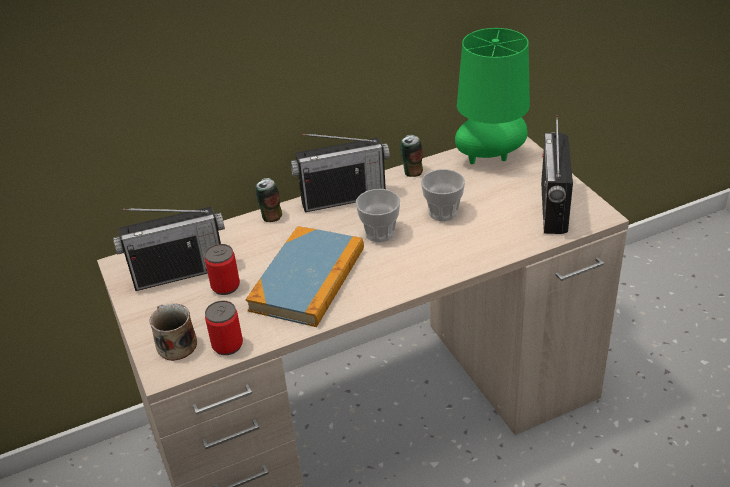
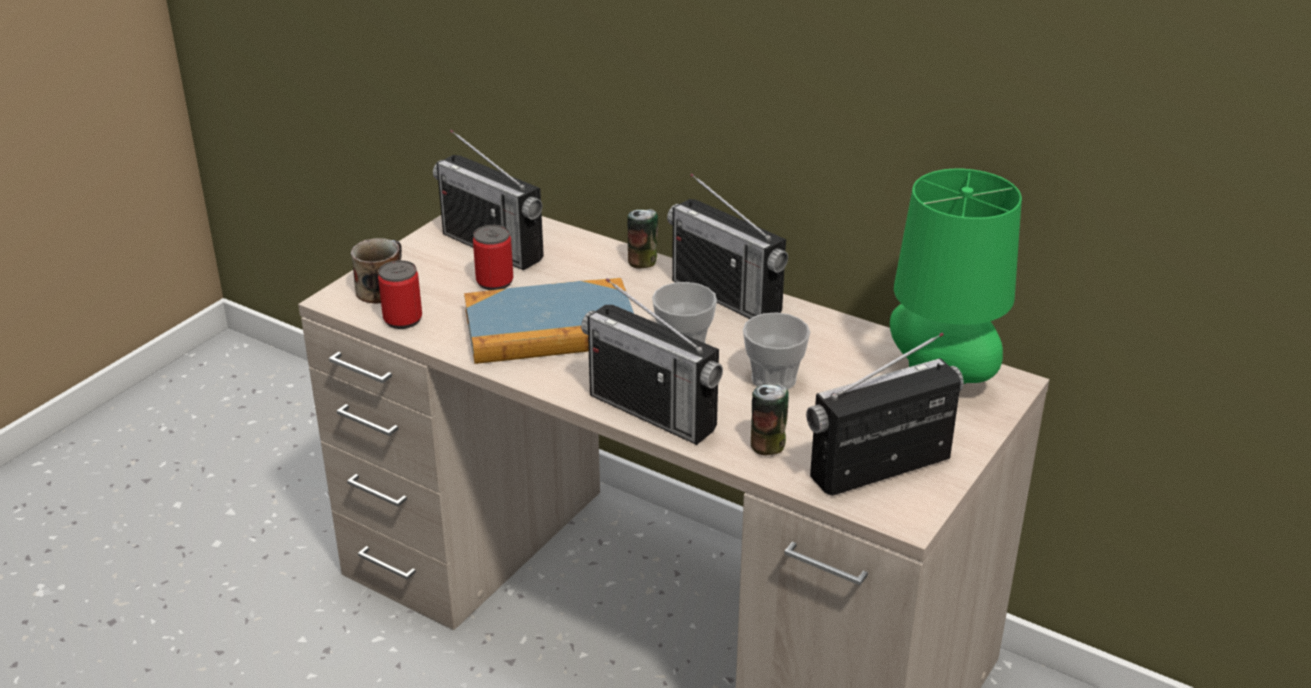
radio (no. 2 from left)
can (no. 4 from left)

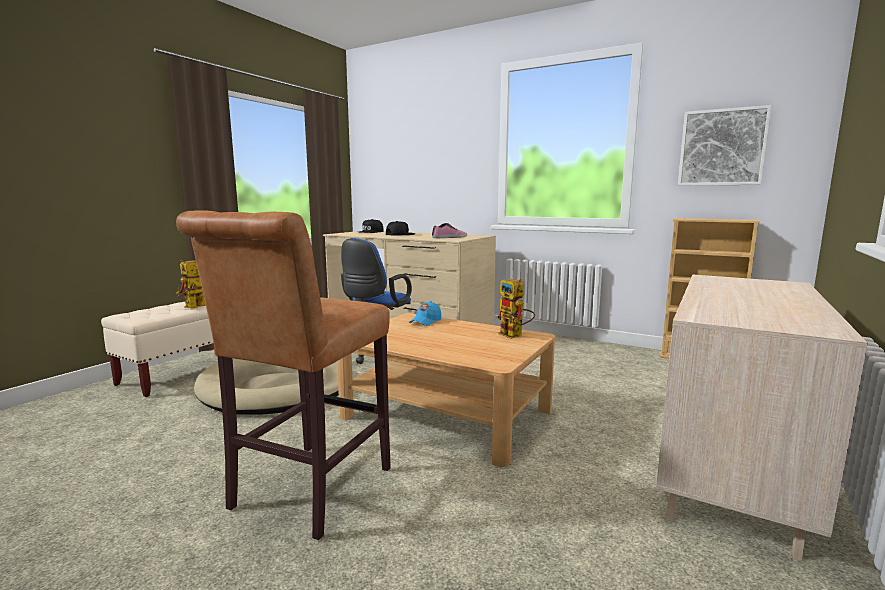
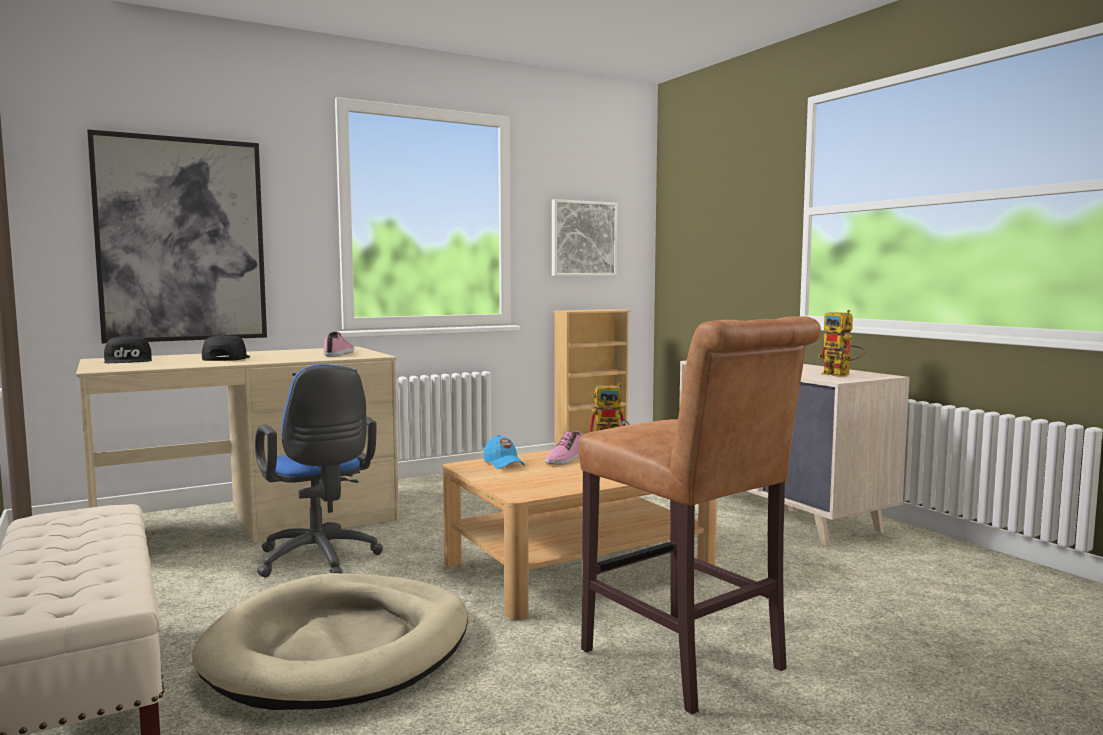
picture (no. 1 from left)
shoe (no. 2 from left)
toy robot (no. 2 from left)

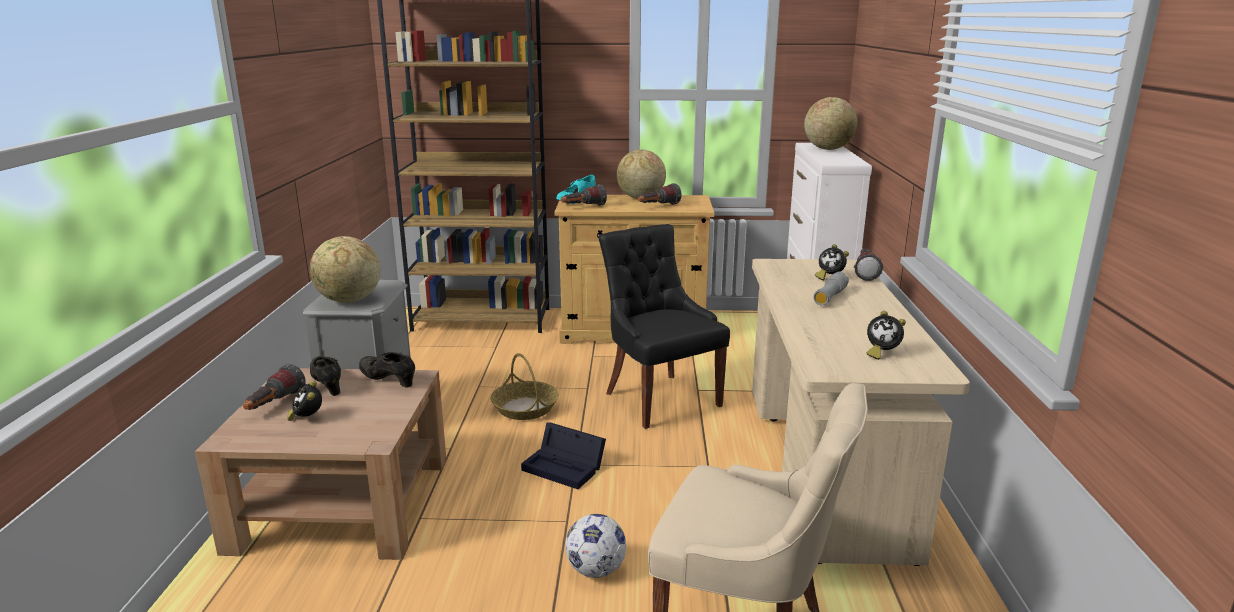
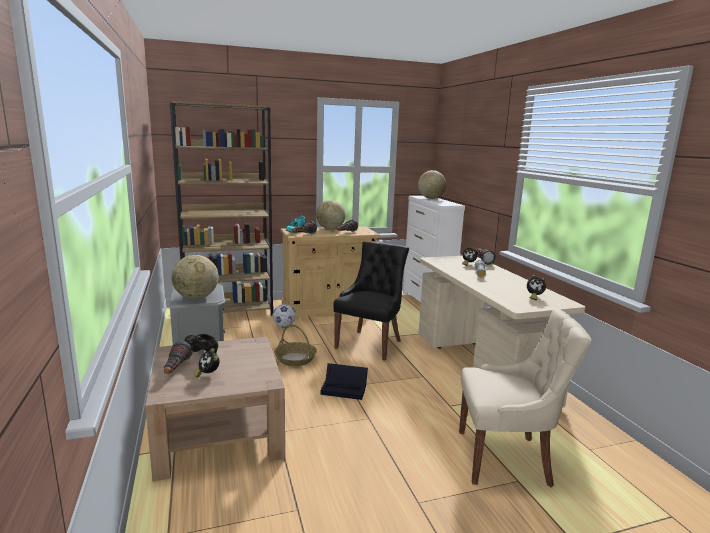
black shoe (no. 2 from left in the first image)
football
black chair

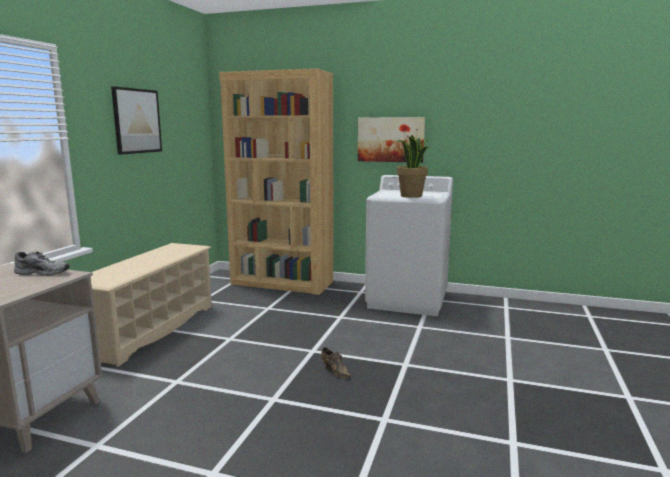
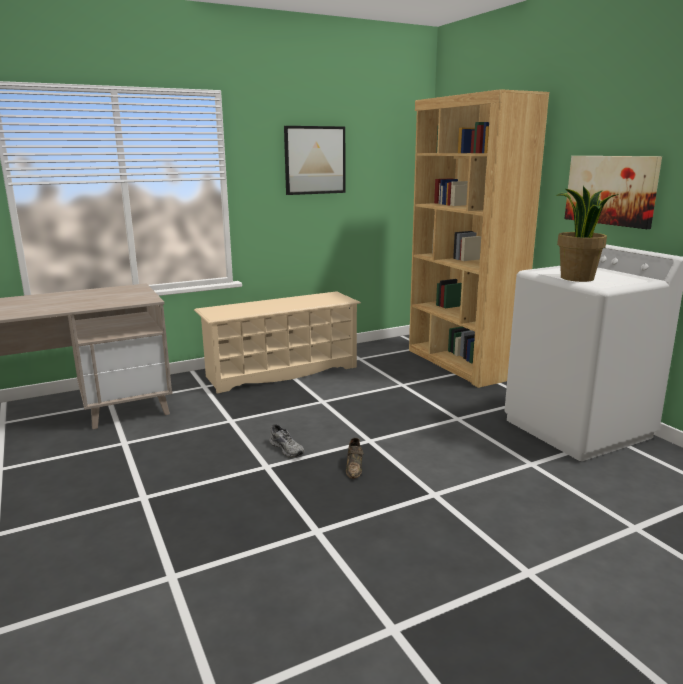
grey shoe

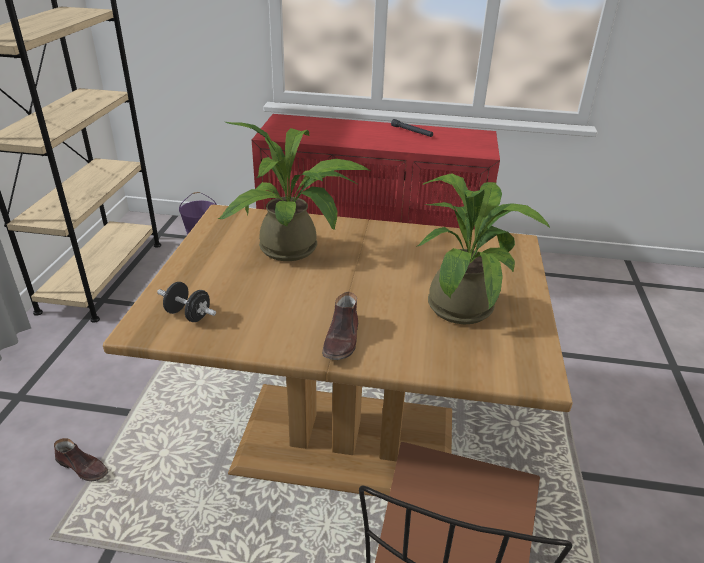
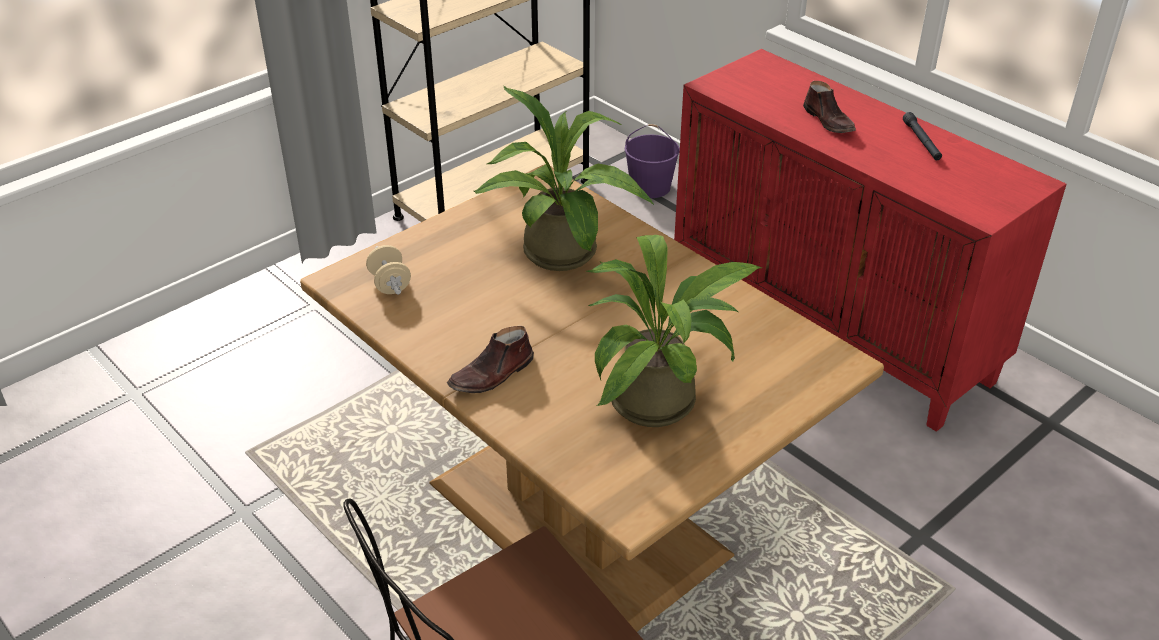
brown shoe (no. 2 from left)
beige dumbbell

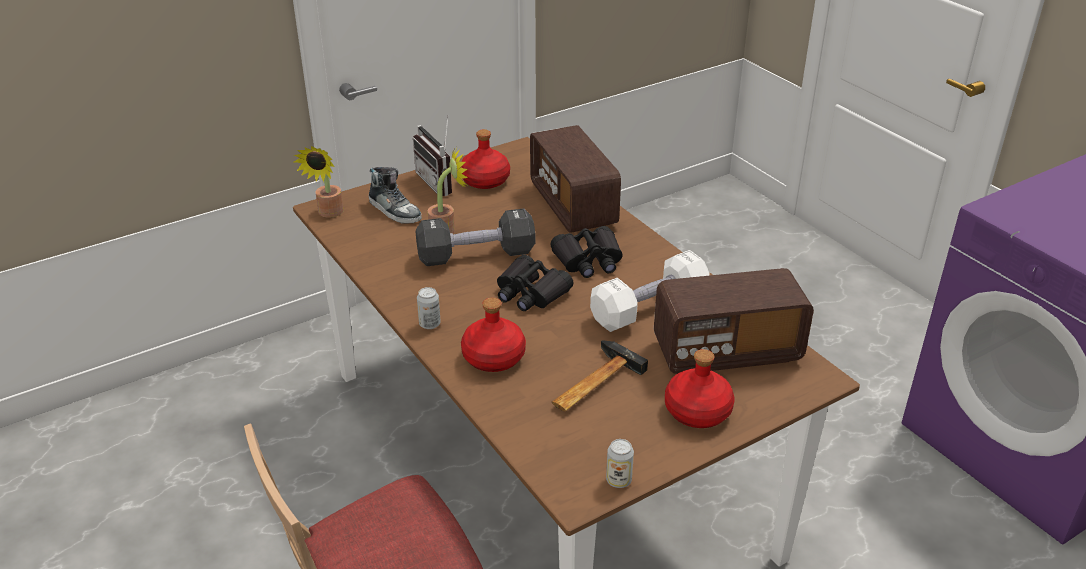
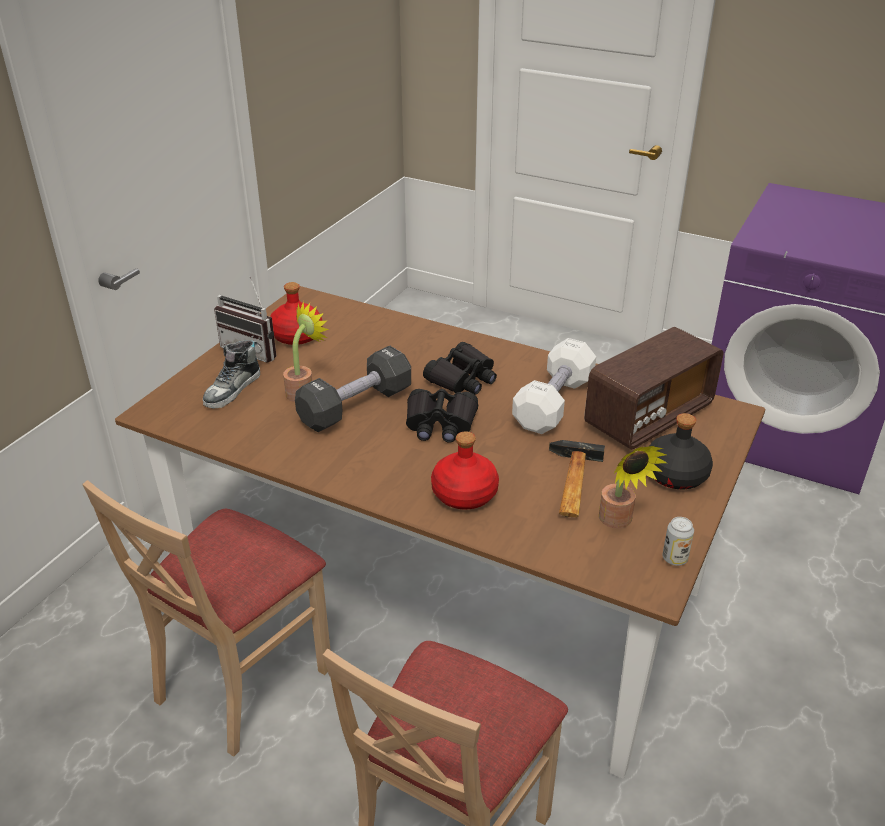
can (no. 1 from left in the first image)
radio (no. 2 from left in the first image)
beige chair (no. 1 from left)
potted plant (no. 2 from left)
black bottle
shoe

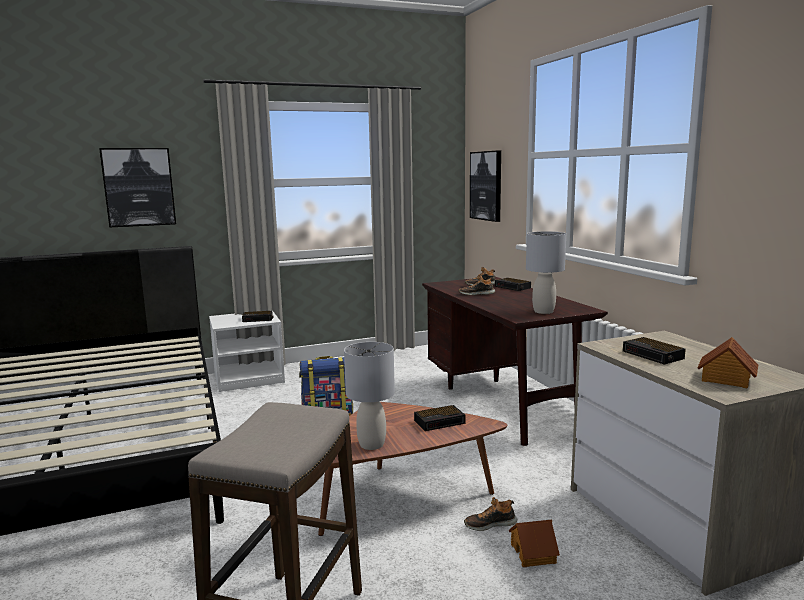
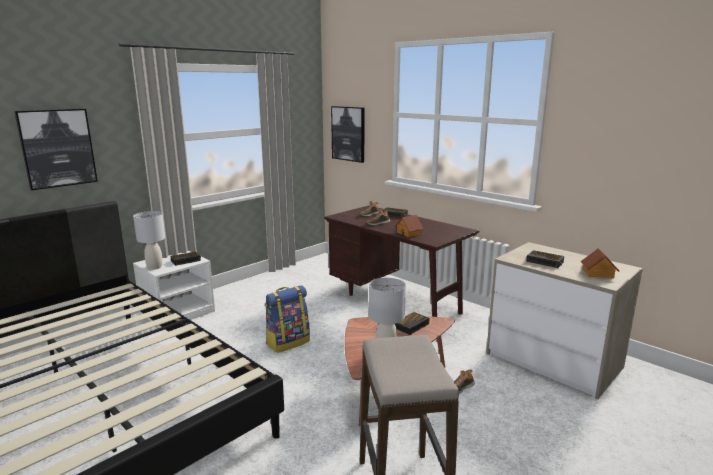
toy house (no. 1 from left)
grey table lamp (no. 1 from left)

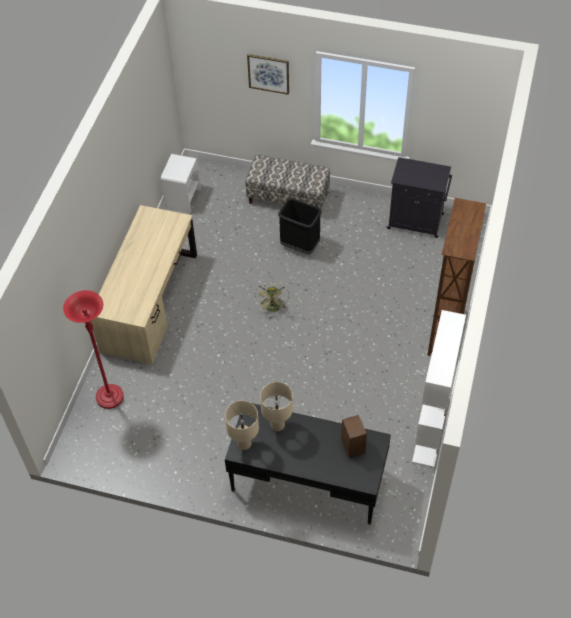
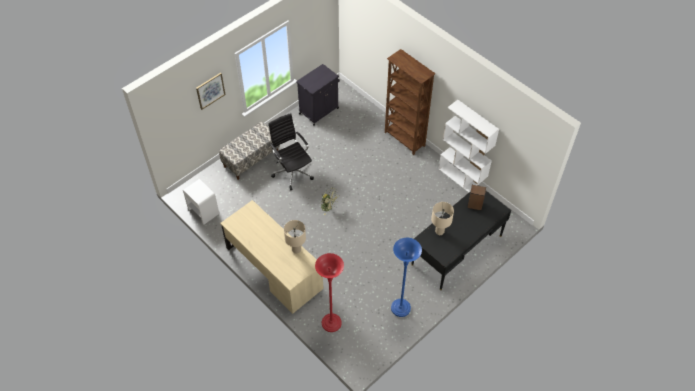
blue floor lamp
beige table lamp (no. 1 from left)
black office chair

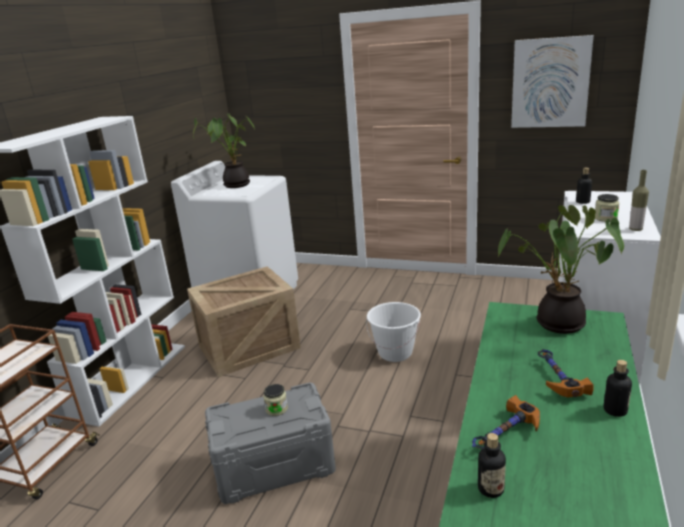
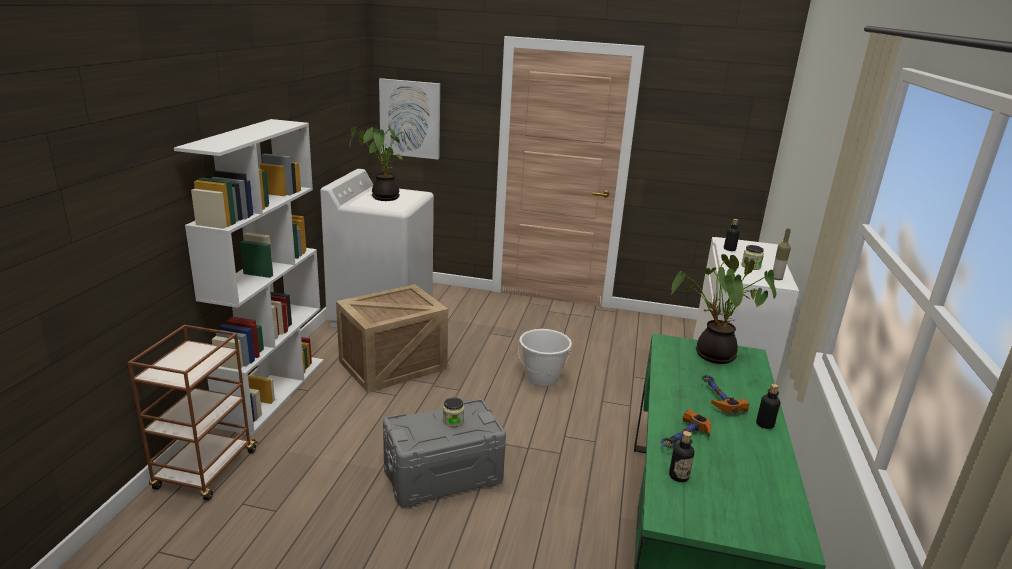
picture

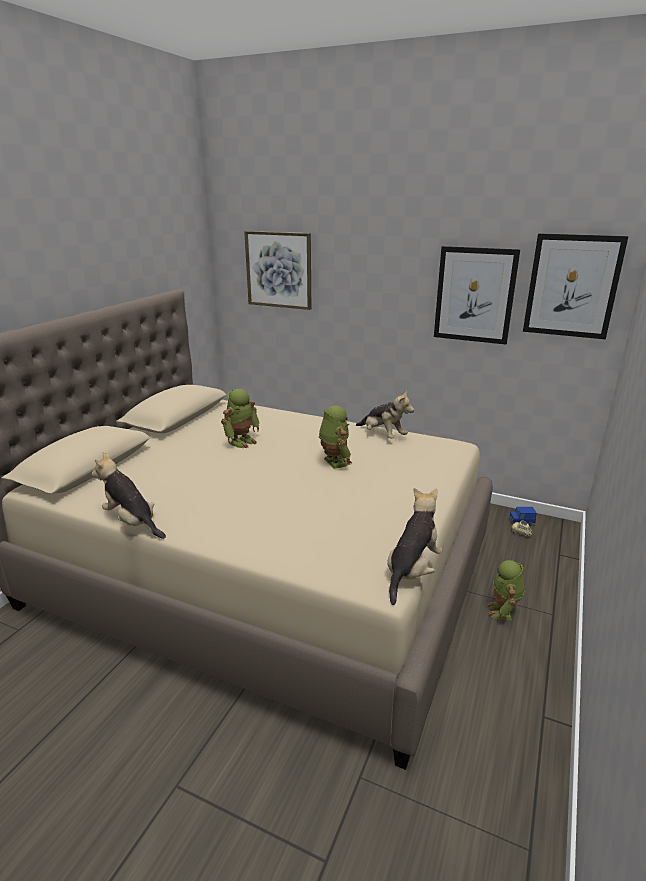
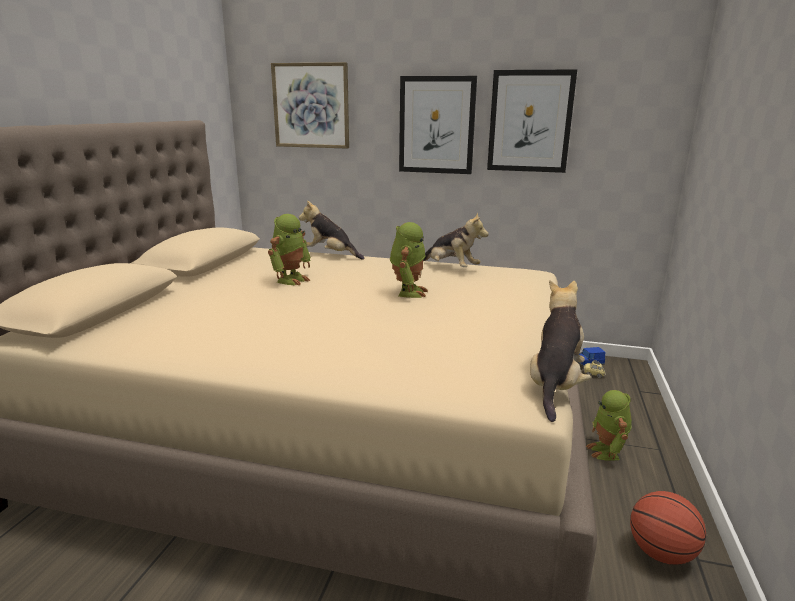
basketball
plush toy (no. 1 from left)
picture (no. 2 from left)
toy robot (no. 2 from left)

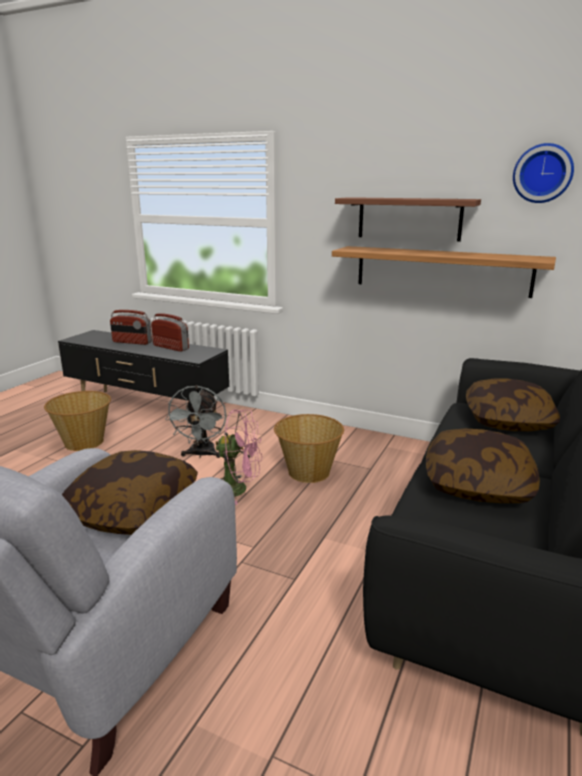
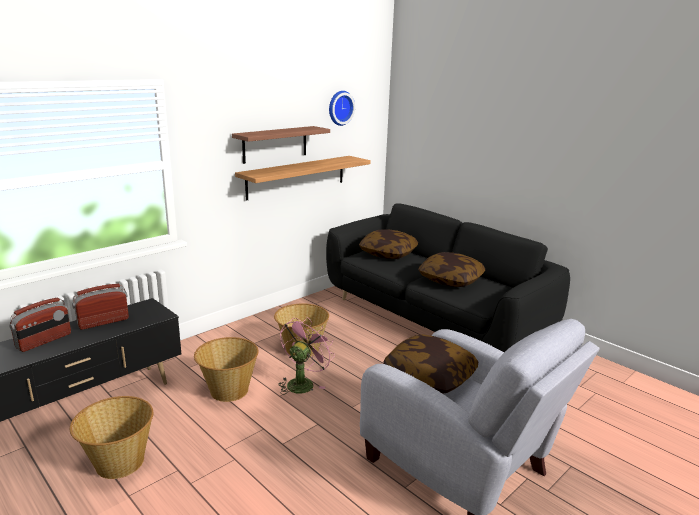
basket (no. 2 from left)

